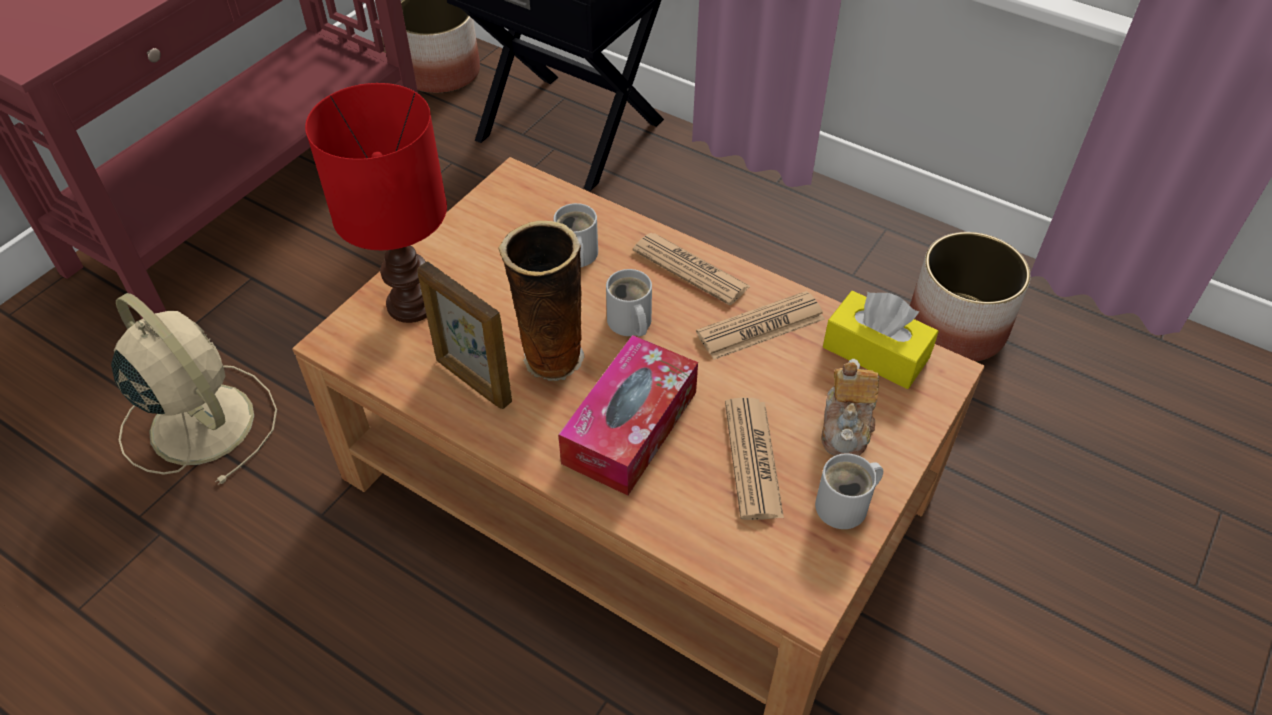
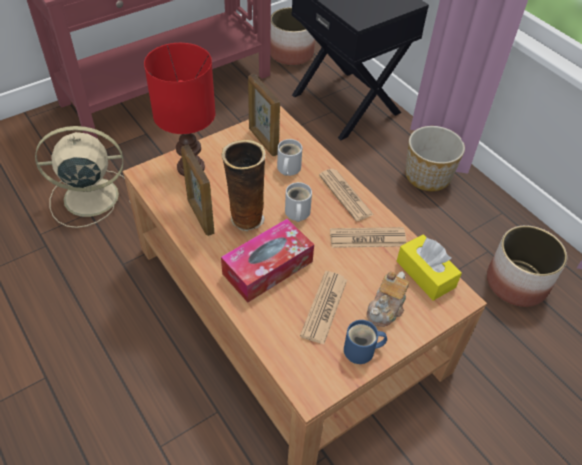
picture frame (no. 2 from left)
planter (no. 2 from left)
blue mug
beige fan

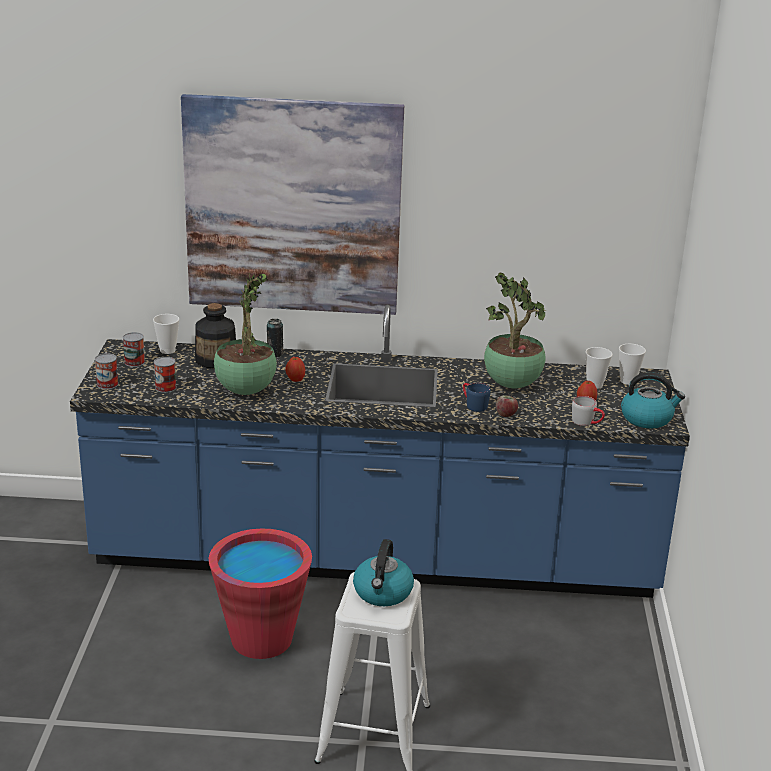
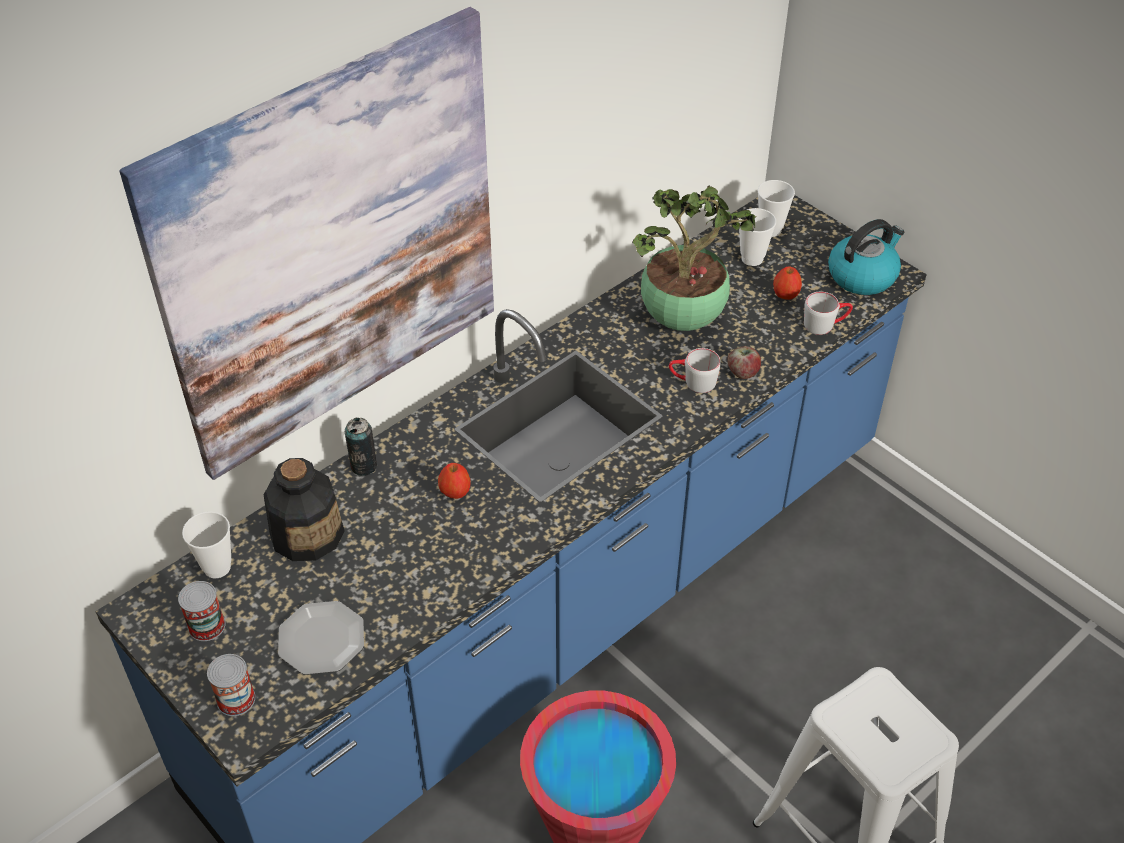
potted plant (no. 1 from left in the first image)
kettle (no. 1 from left in the first image)
plate
grey mug (no. 1 from left)

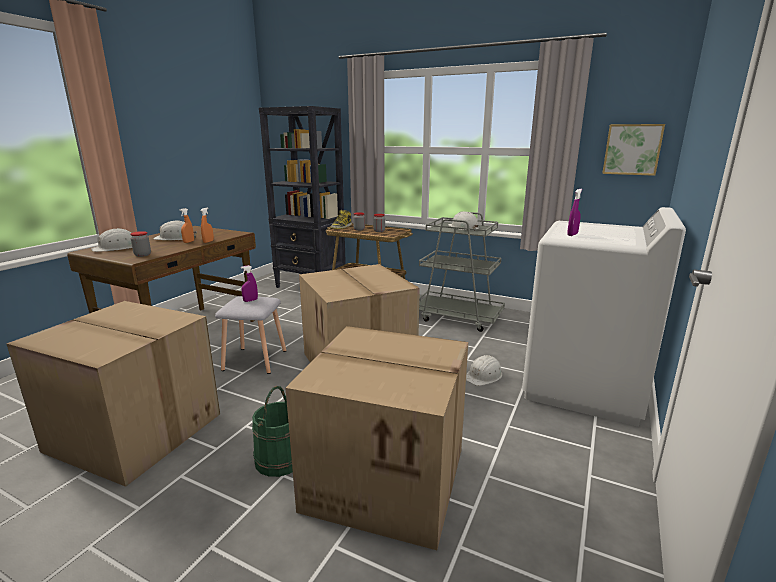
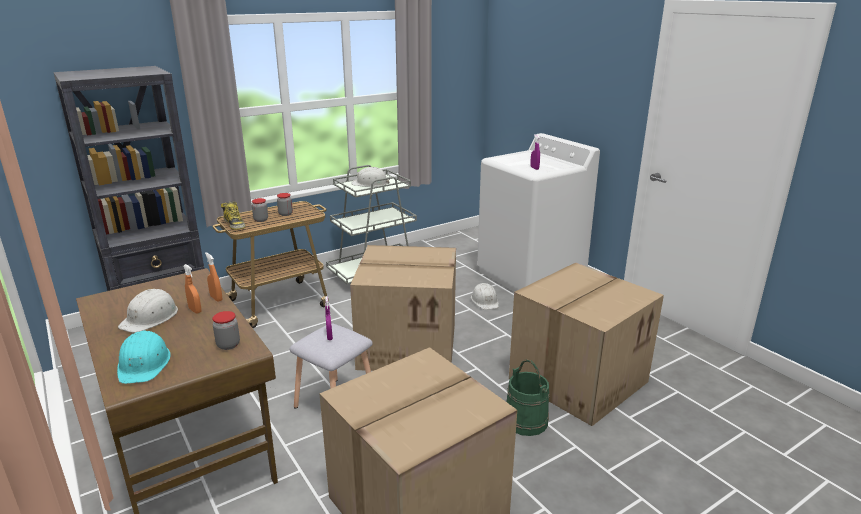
picture
turquoise hard hat

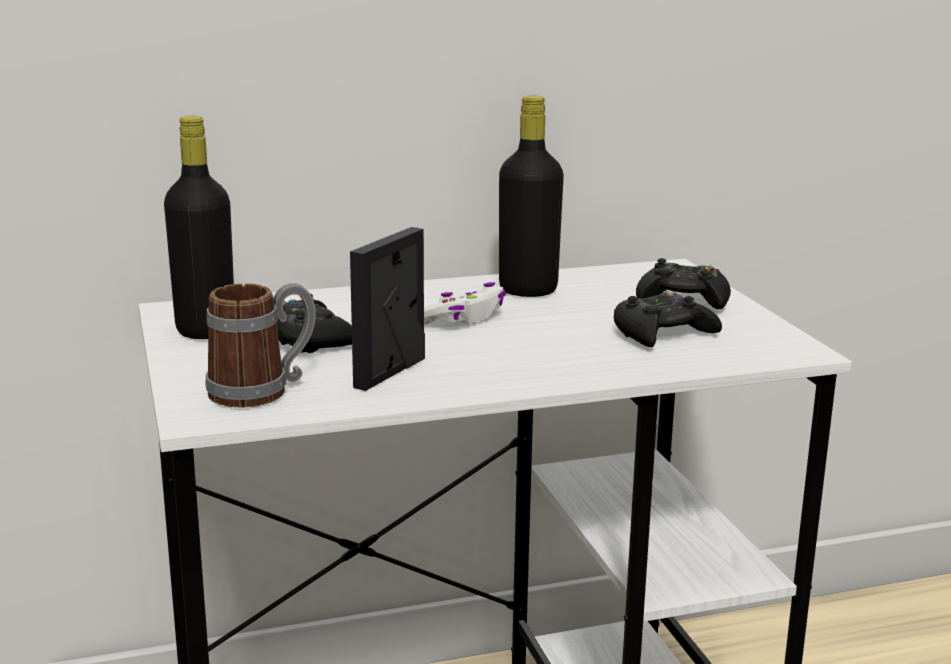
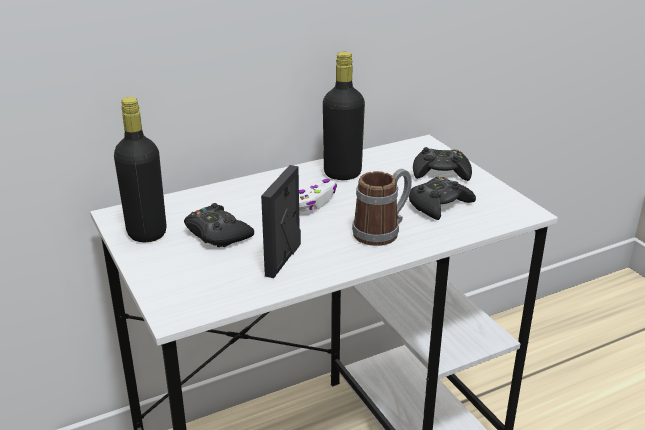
mug

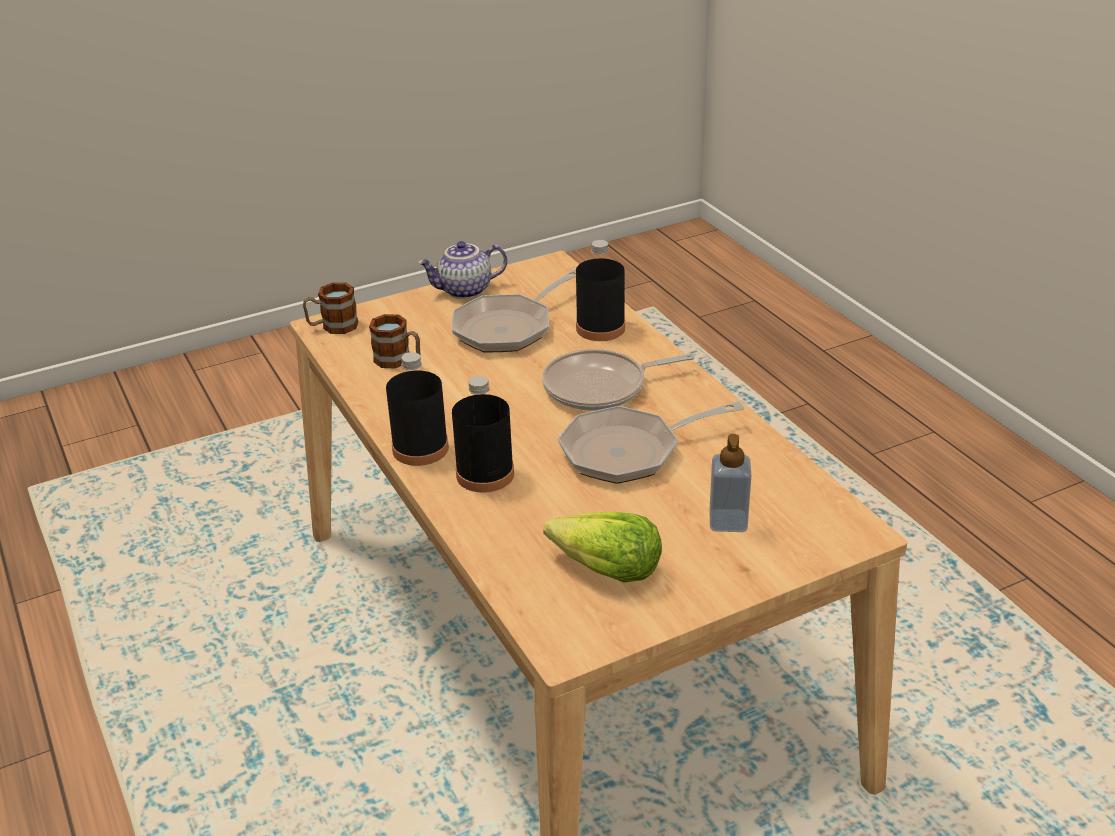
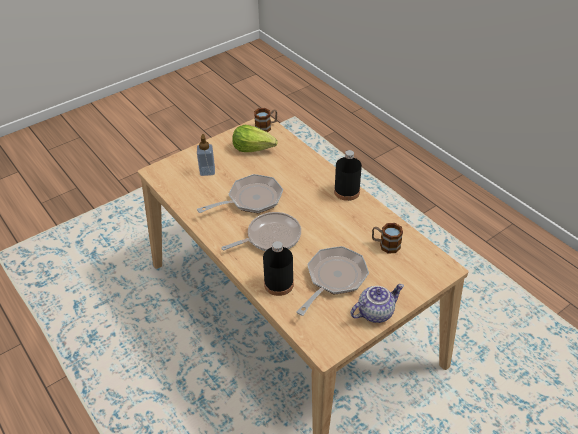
black bottle (no. 2 from left in the first image)
mug (no. 1 from left)

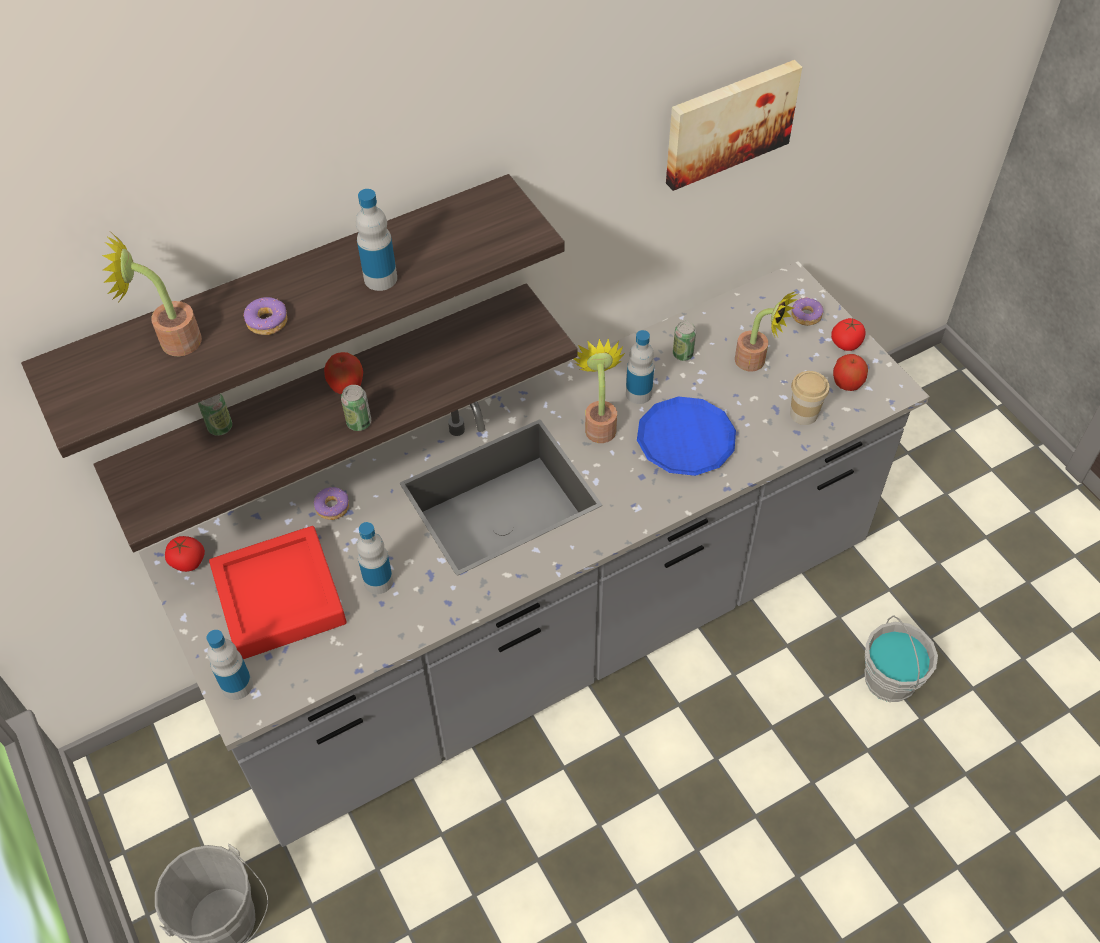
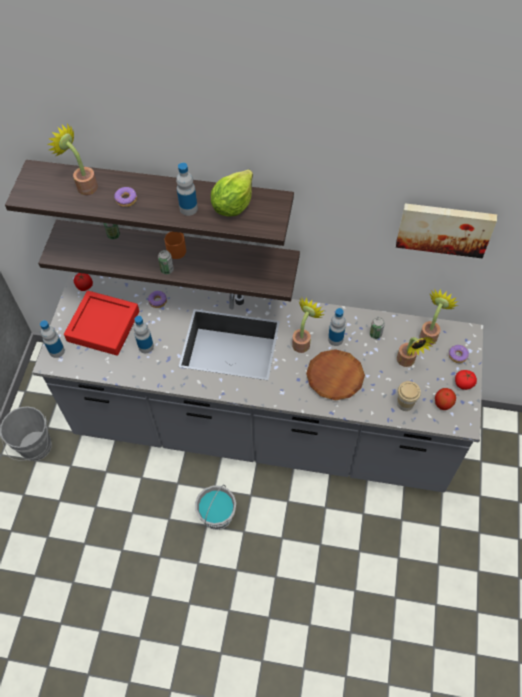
lettuce
potted plant (no. 4 from left)
grey bucket (no. 2 from left)
orange mug
brown plate

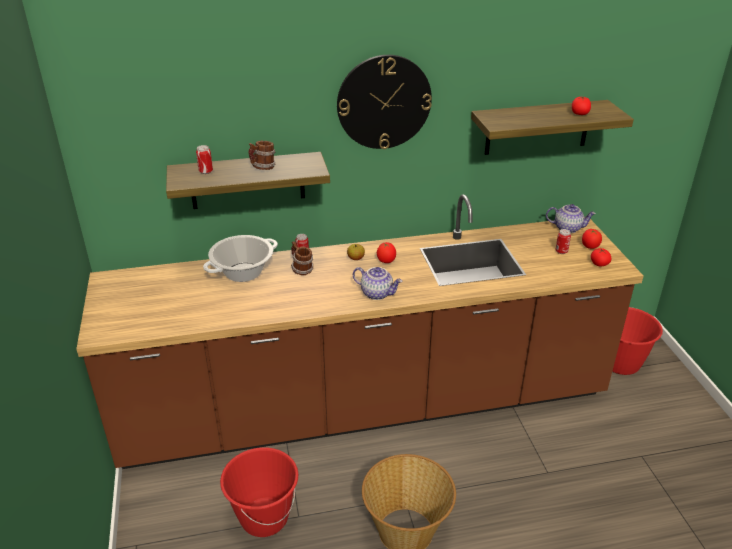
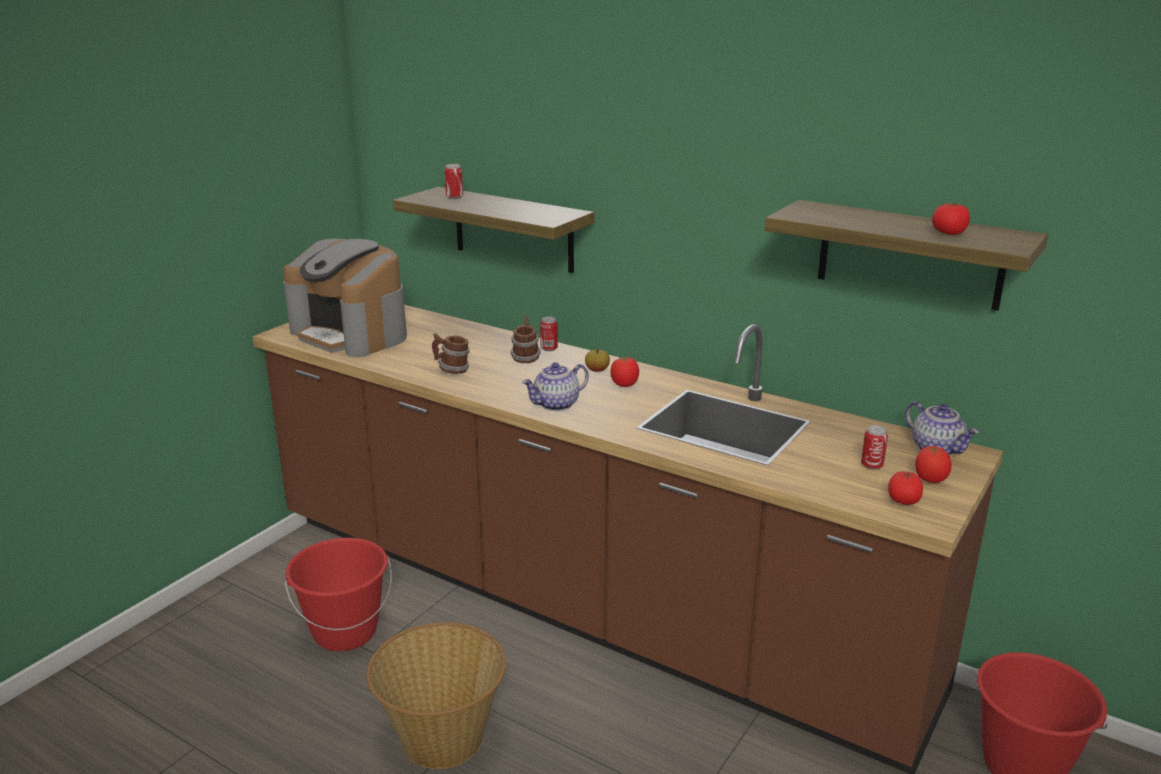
cooking pot
wall clock
coffee machine
mug (no. 1 from left)
teapot (no. 1 from left)

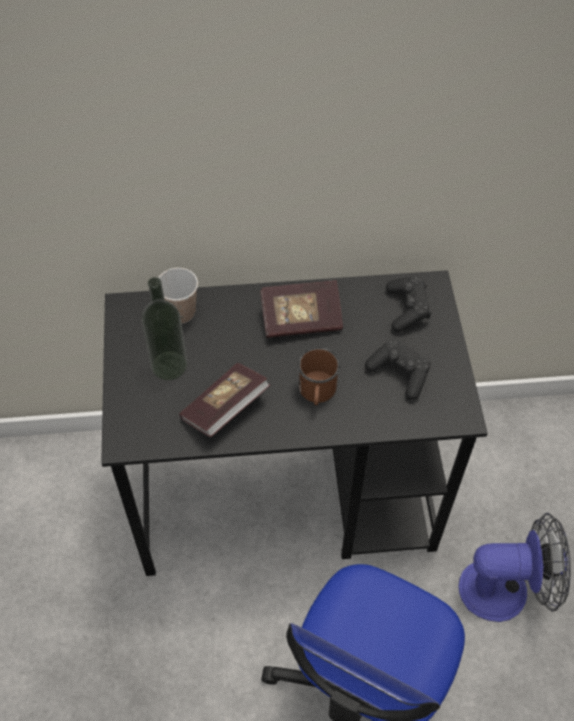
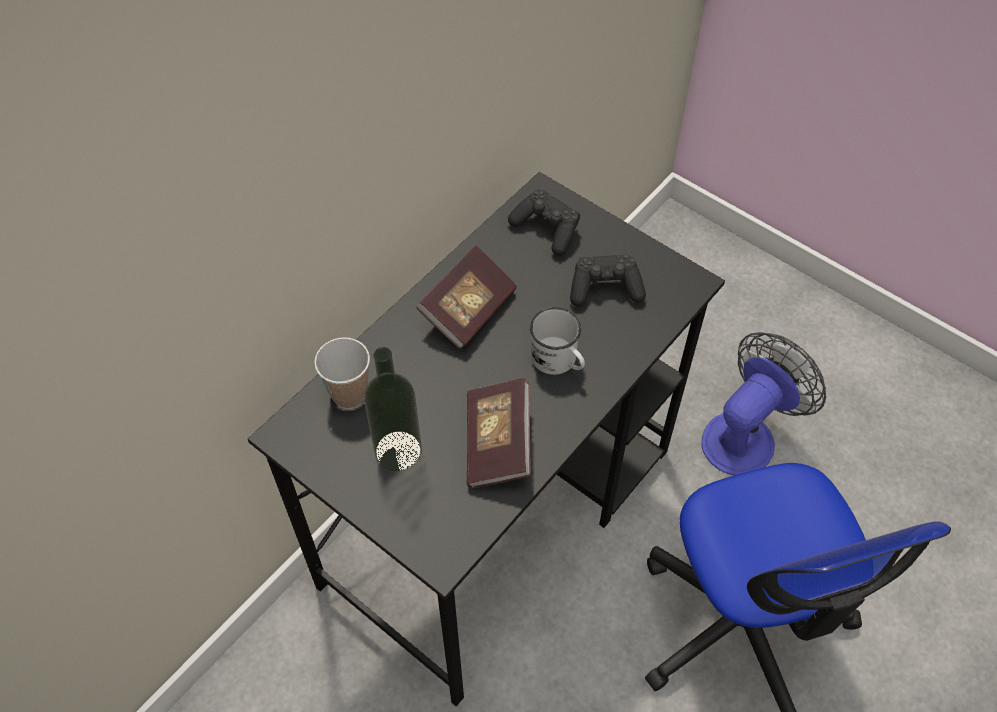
white mug

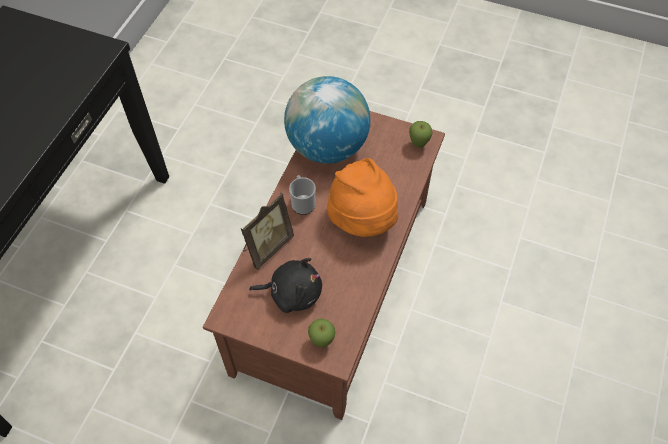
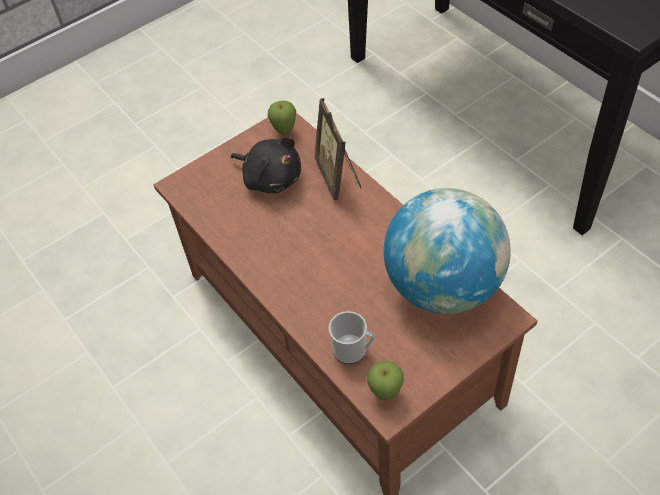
orange hat
mug
apple (no. 1 from left)
black plush toy

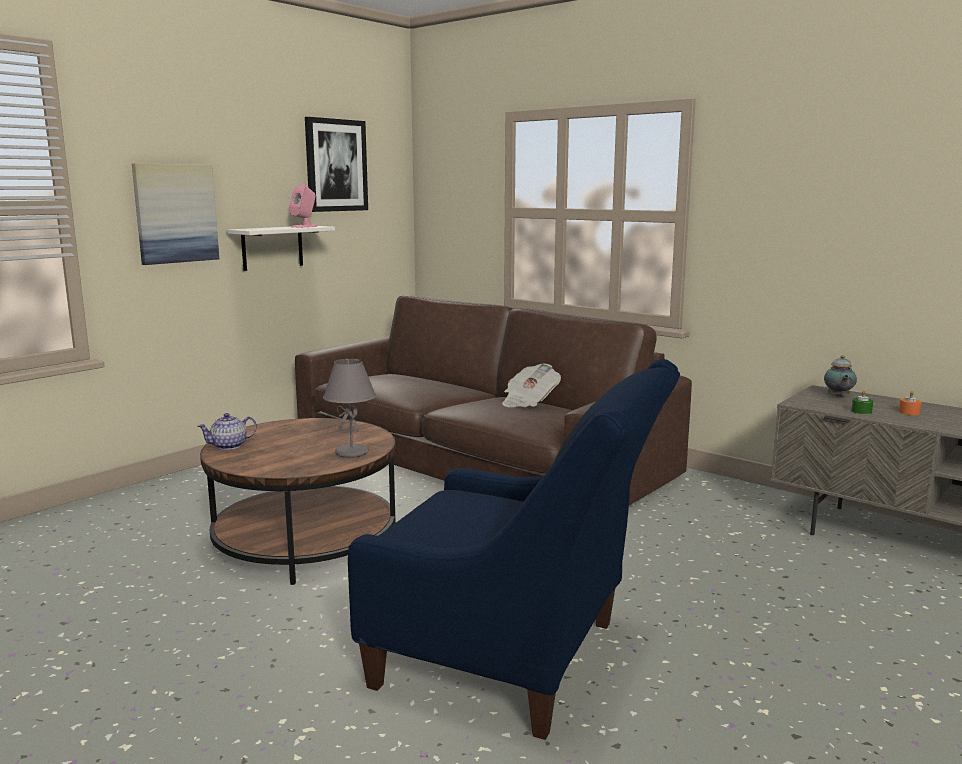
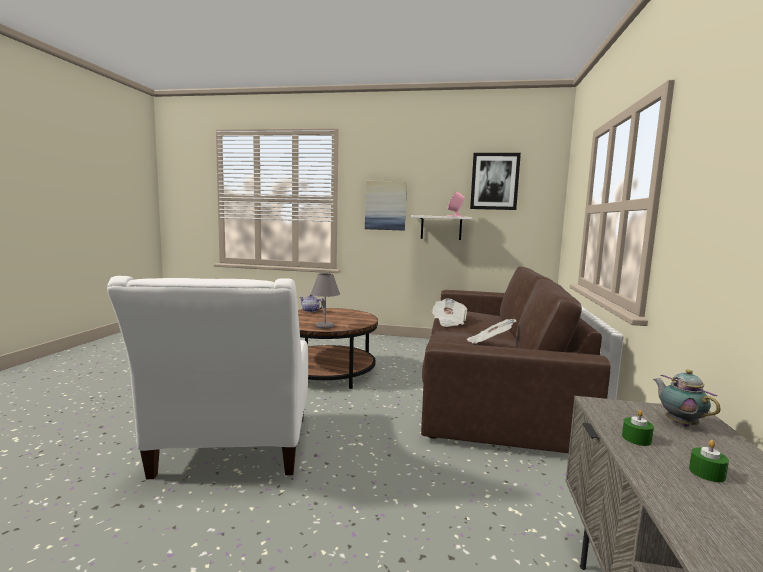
newspaper (no. 1 from left)
white armchair
green candle (no. 2 from left)
teapot (no. 2 from left)

